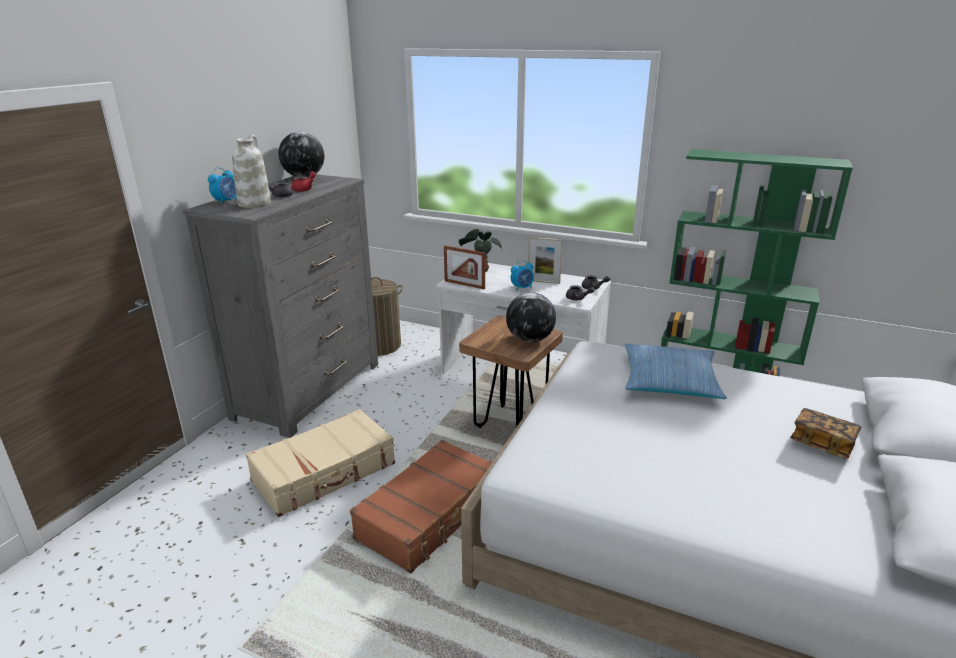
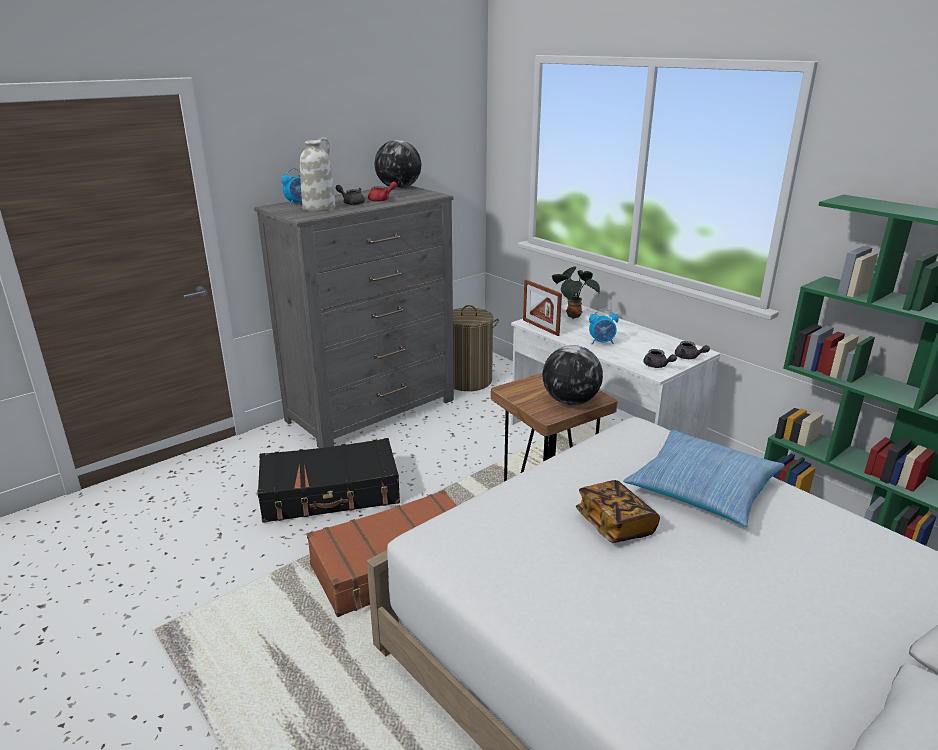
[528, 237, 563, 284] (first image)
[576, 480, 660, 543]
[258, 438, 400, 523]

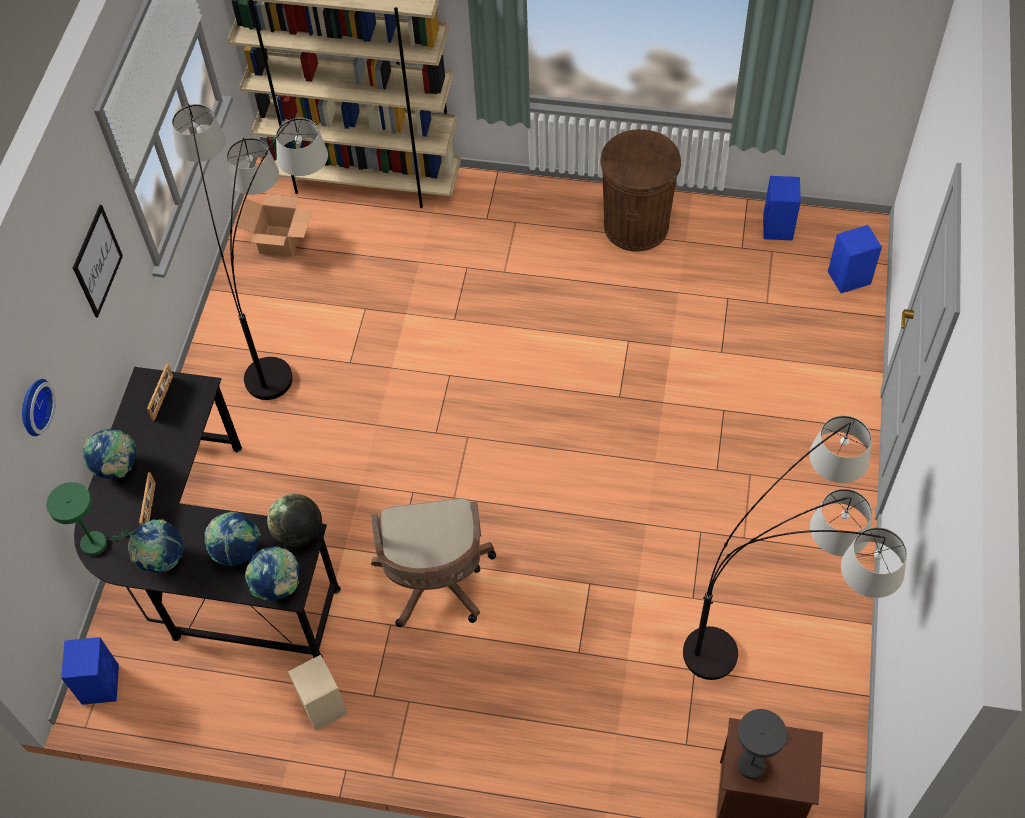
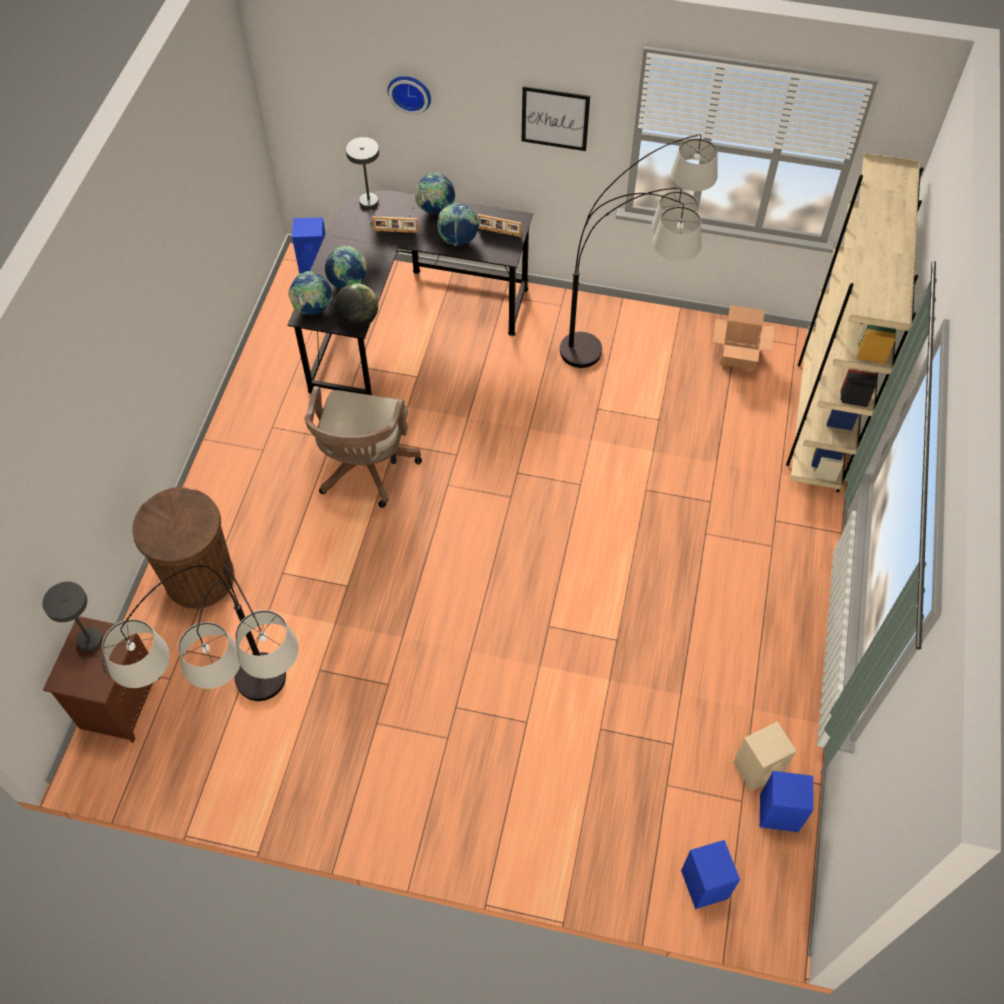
[437, 203, 480, 246]
[733, 722, 797, 791]
[132, 487, 235, 609]
[346, 137, 379, 226]
[304, 386, 422, 508]

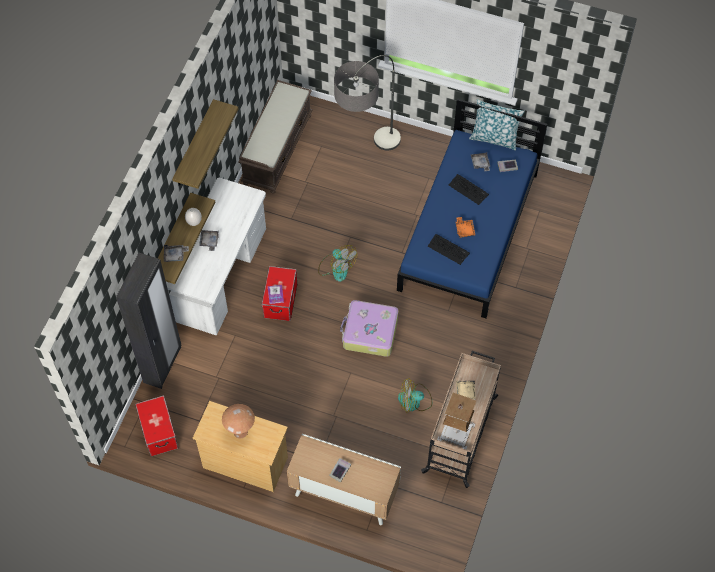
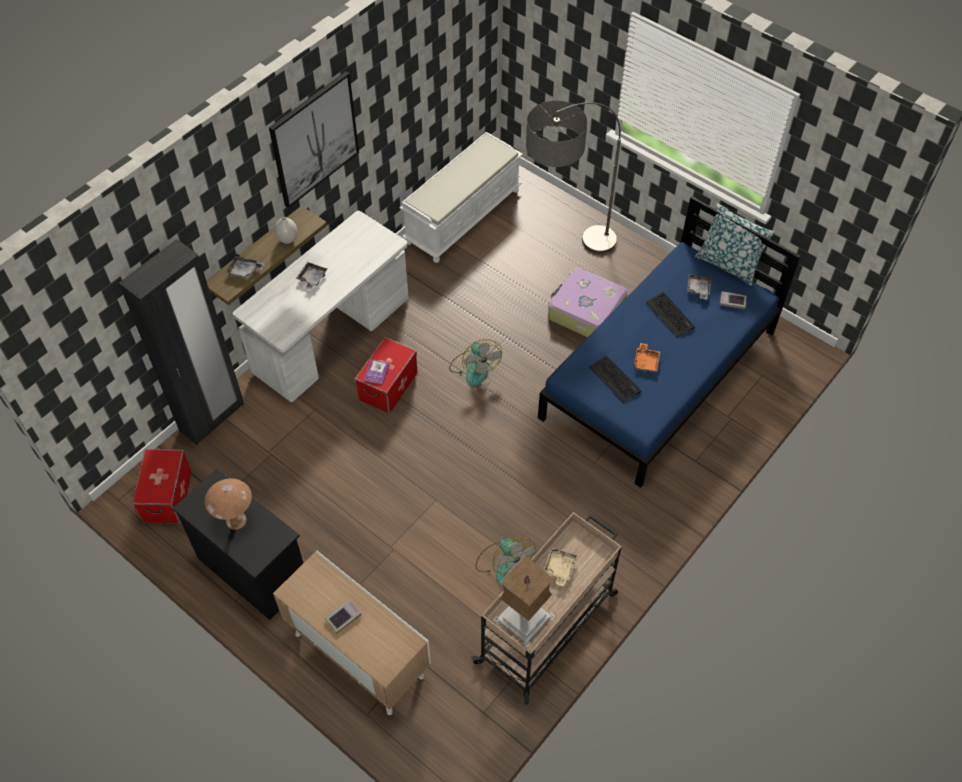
[548, 268, 627, 337]
[269, 71, 359, 208]
[172, 468, 303, 620]
[400, 132, 523, 263]
[475, 537, 536, 586]

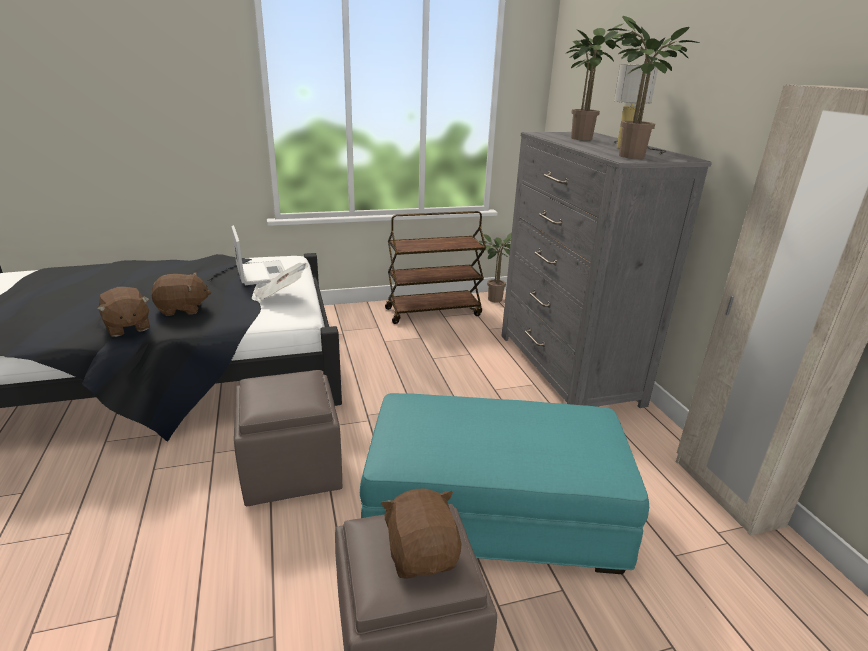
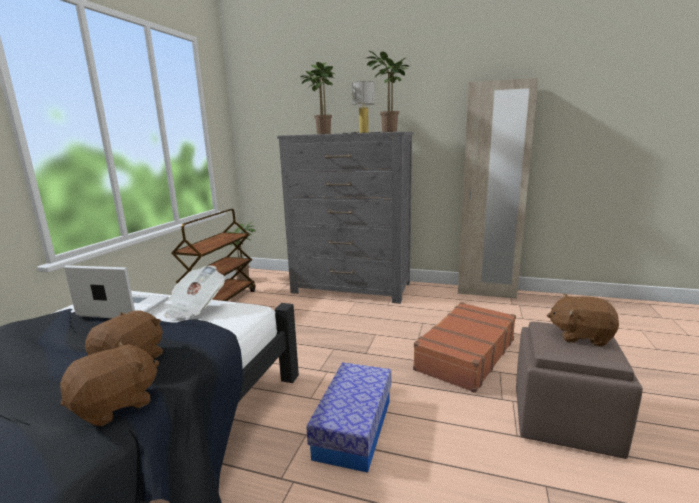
[306, 362, 391, 473]
[413, 302, 516, 393]
[60, 342, 159, 426]

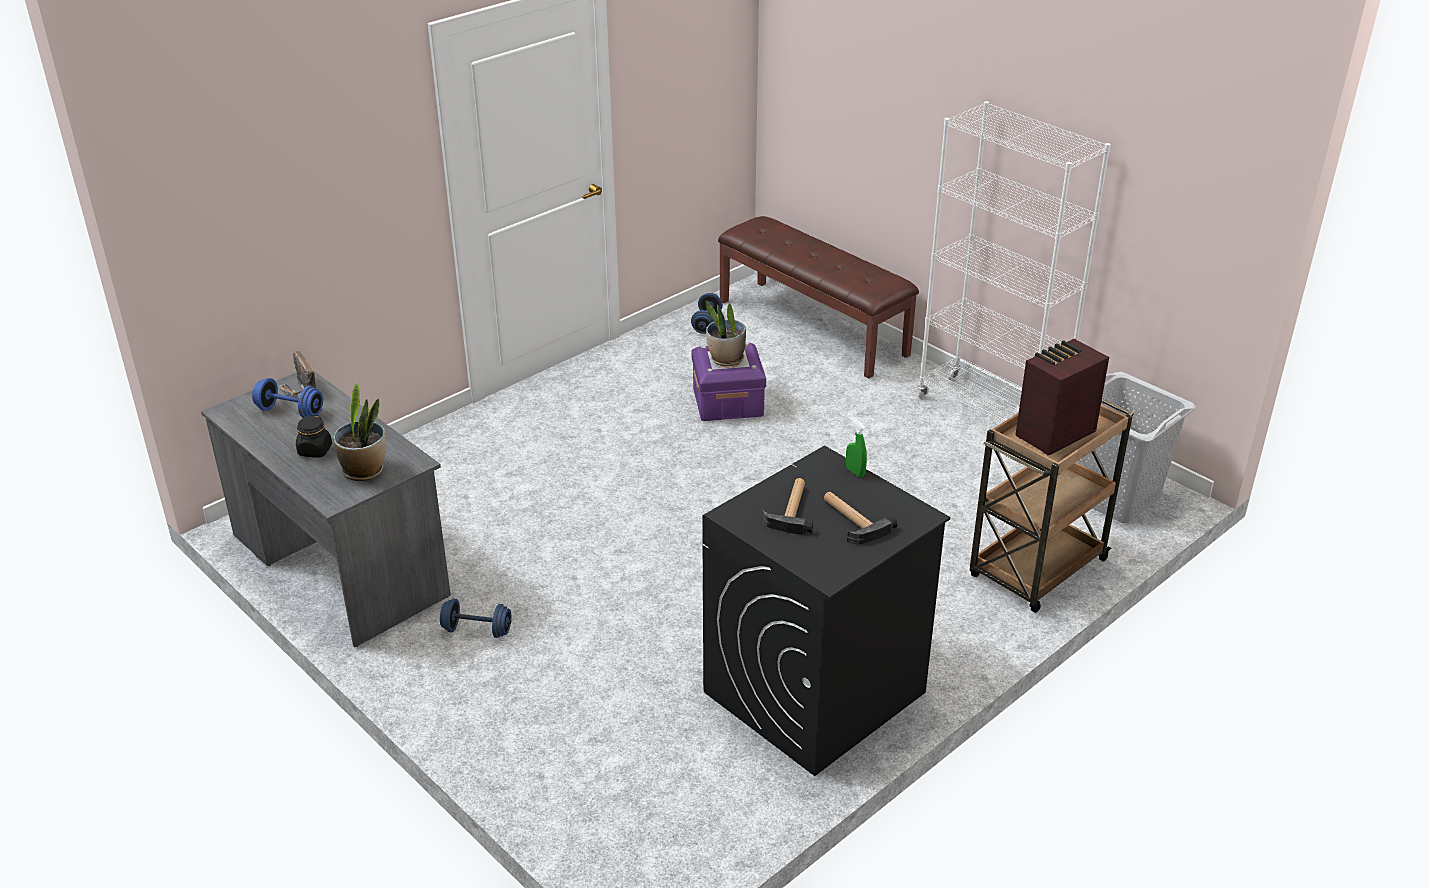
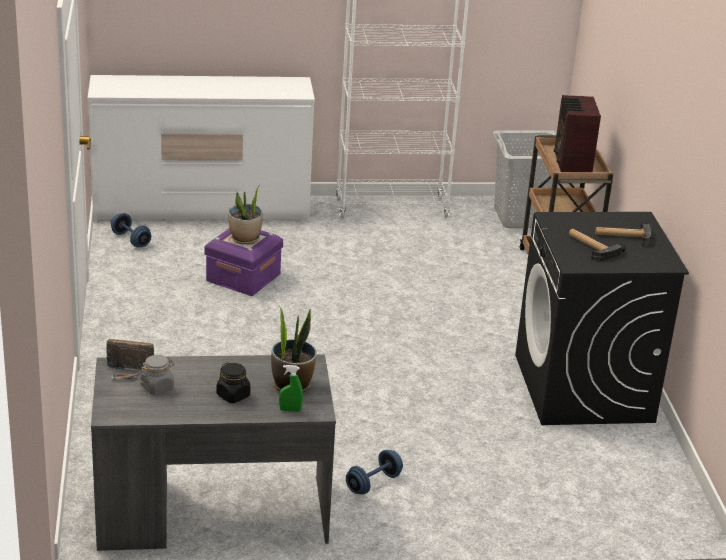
[279, 365, 303, 412]
[140, 355, 175, 395]
[88, 75, 315, 222]

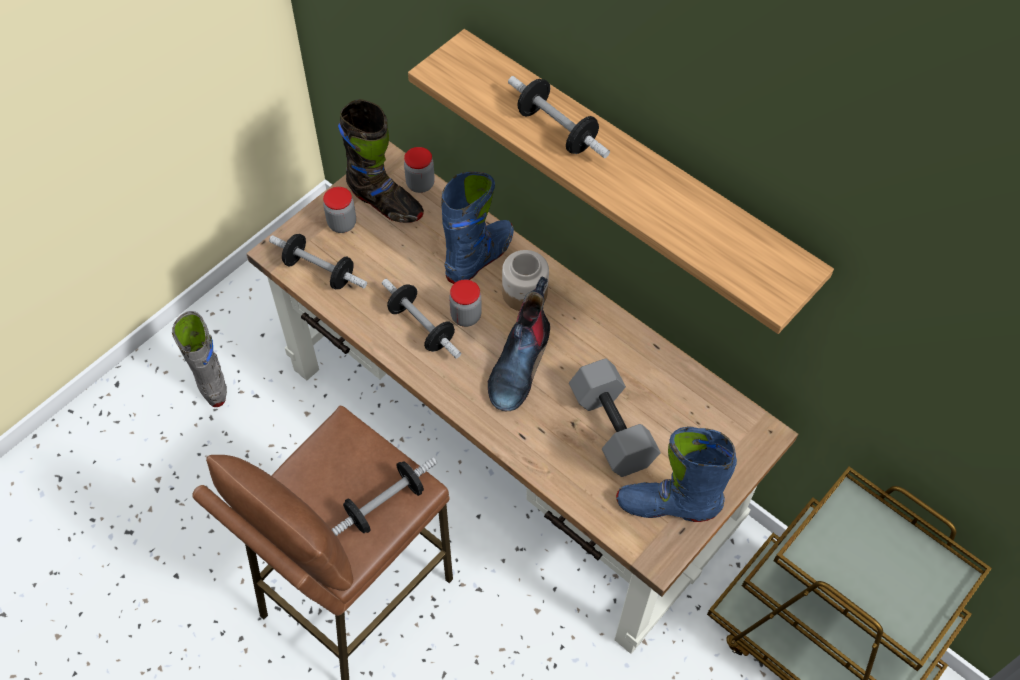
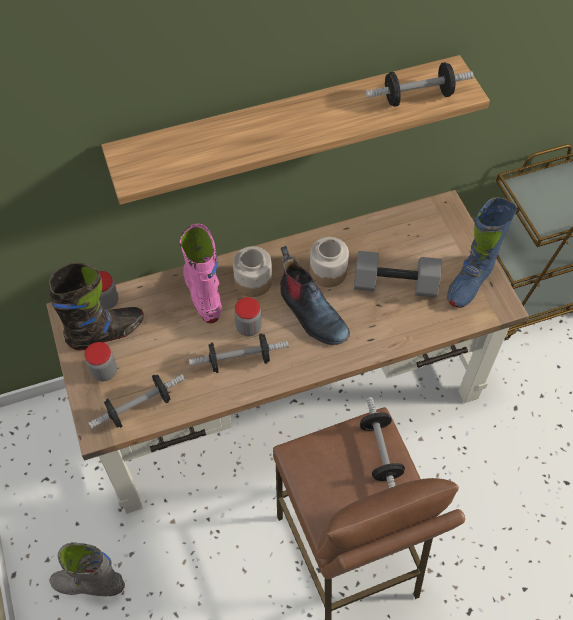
[310, 237, 349, 287]
[366, 62, 473, 107]
[180, 223, 222, 323]

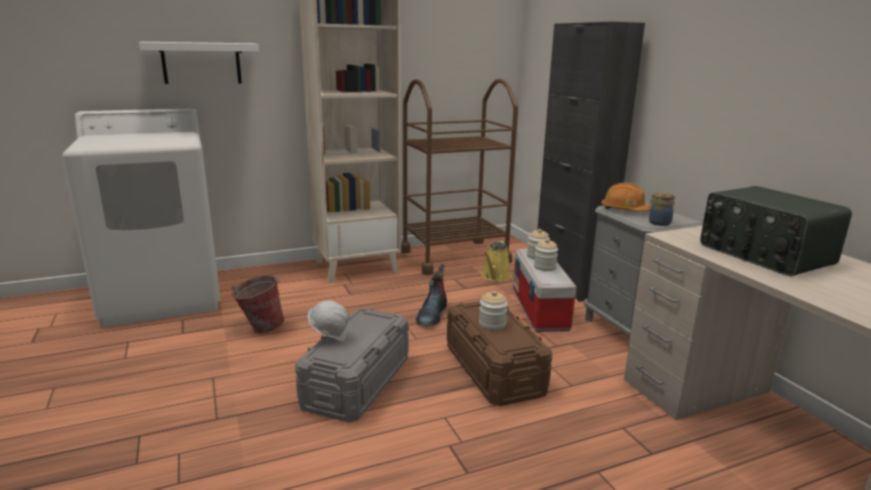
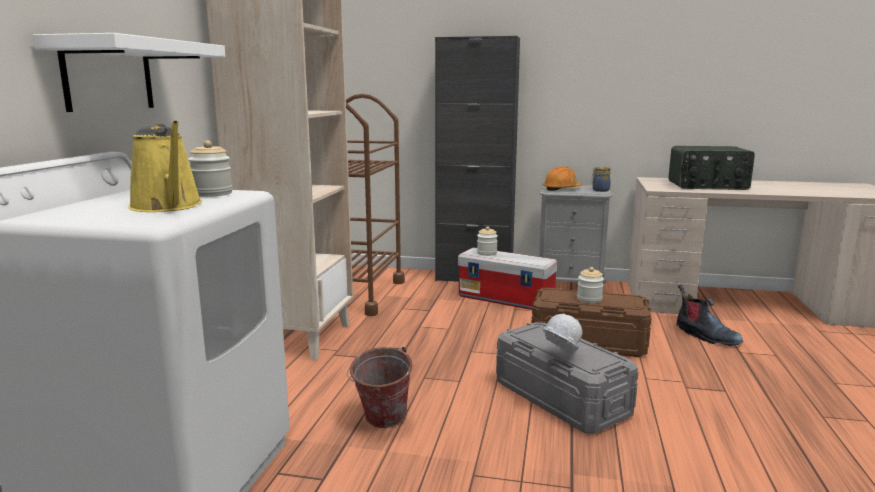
[676, 285, 743, 346]
[128, 120, 202, 212]
[188, 140, 232, 197]

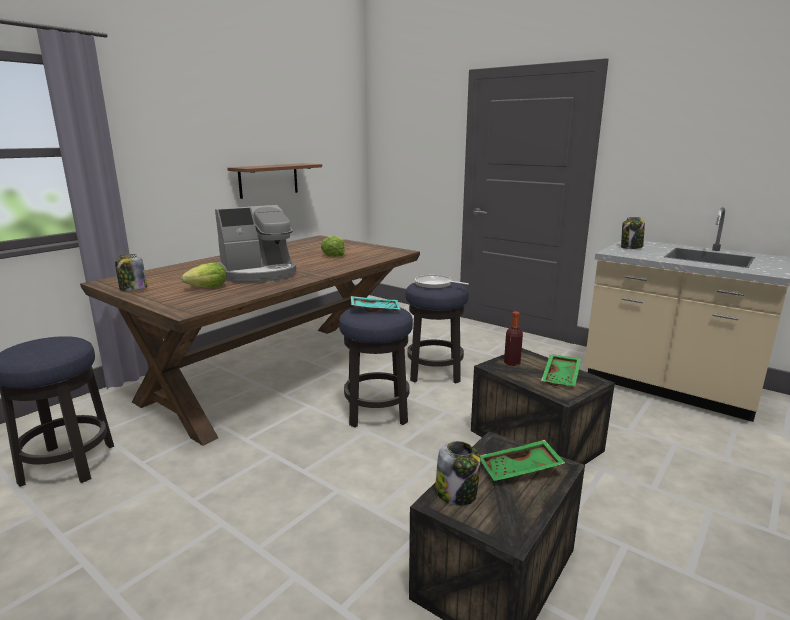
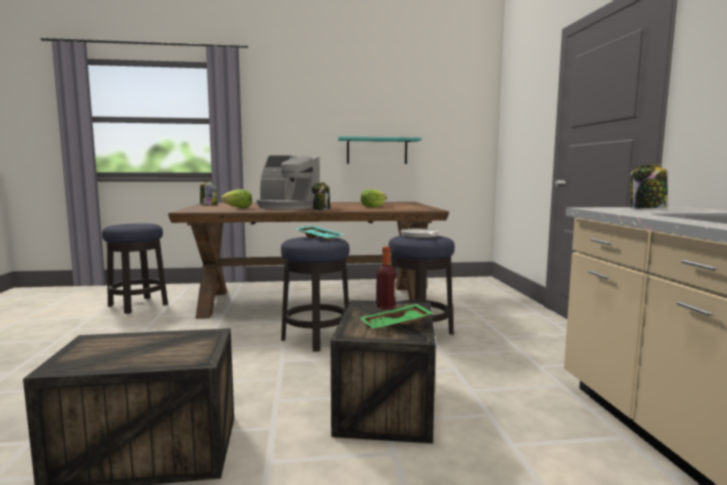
[480, 440, 565, 481] (first image)
[312, 182, 330, 210]
[338, 137, 422, 164]

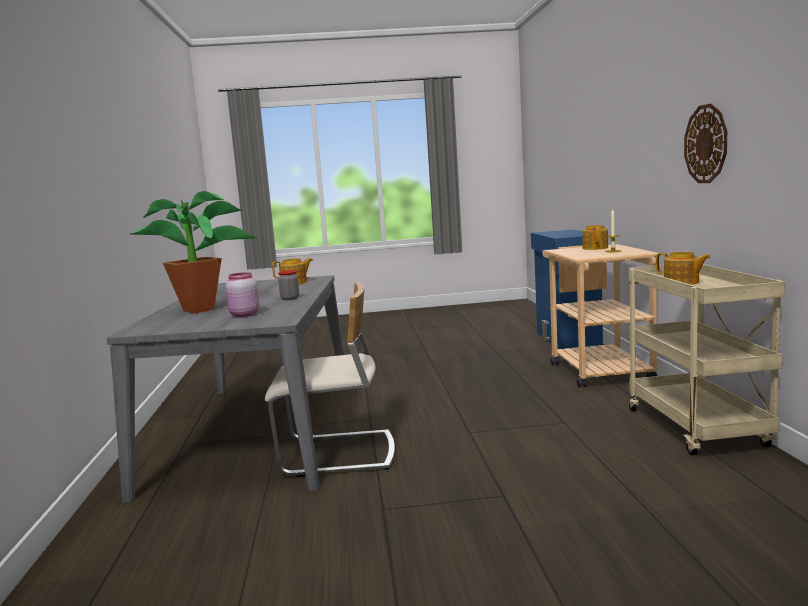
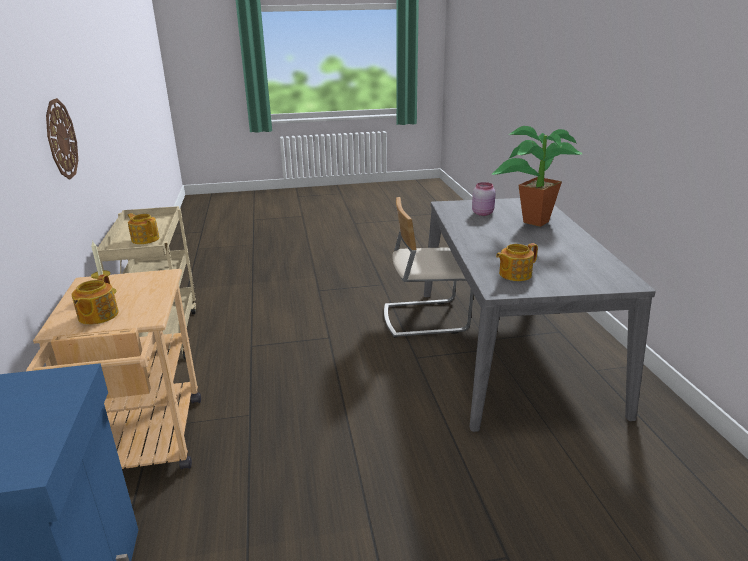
[278, 270, 299, 300] (first image)

